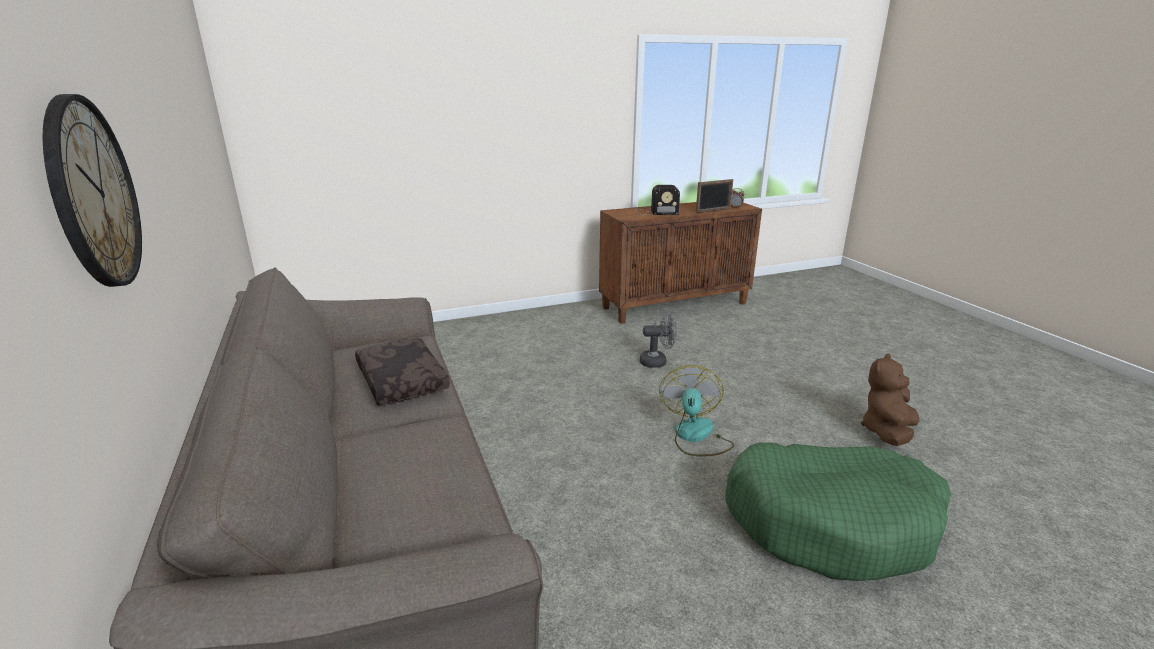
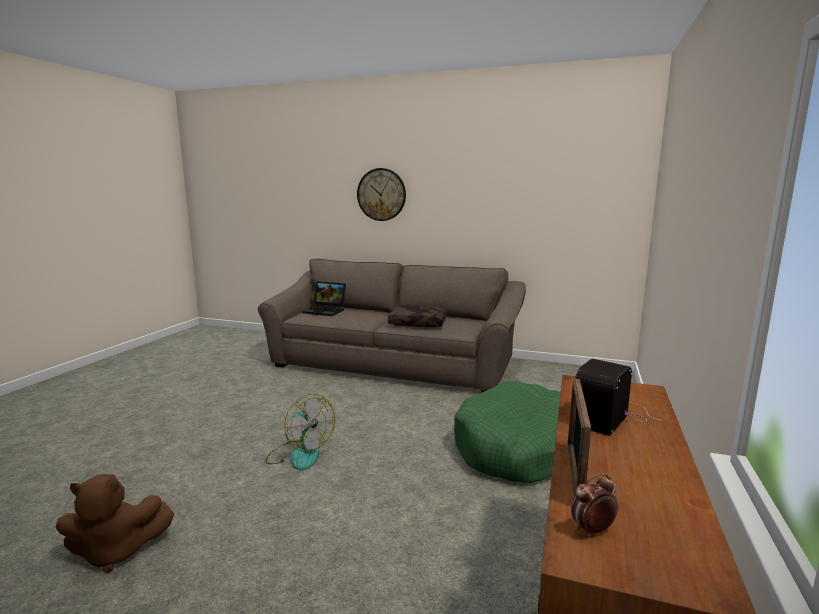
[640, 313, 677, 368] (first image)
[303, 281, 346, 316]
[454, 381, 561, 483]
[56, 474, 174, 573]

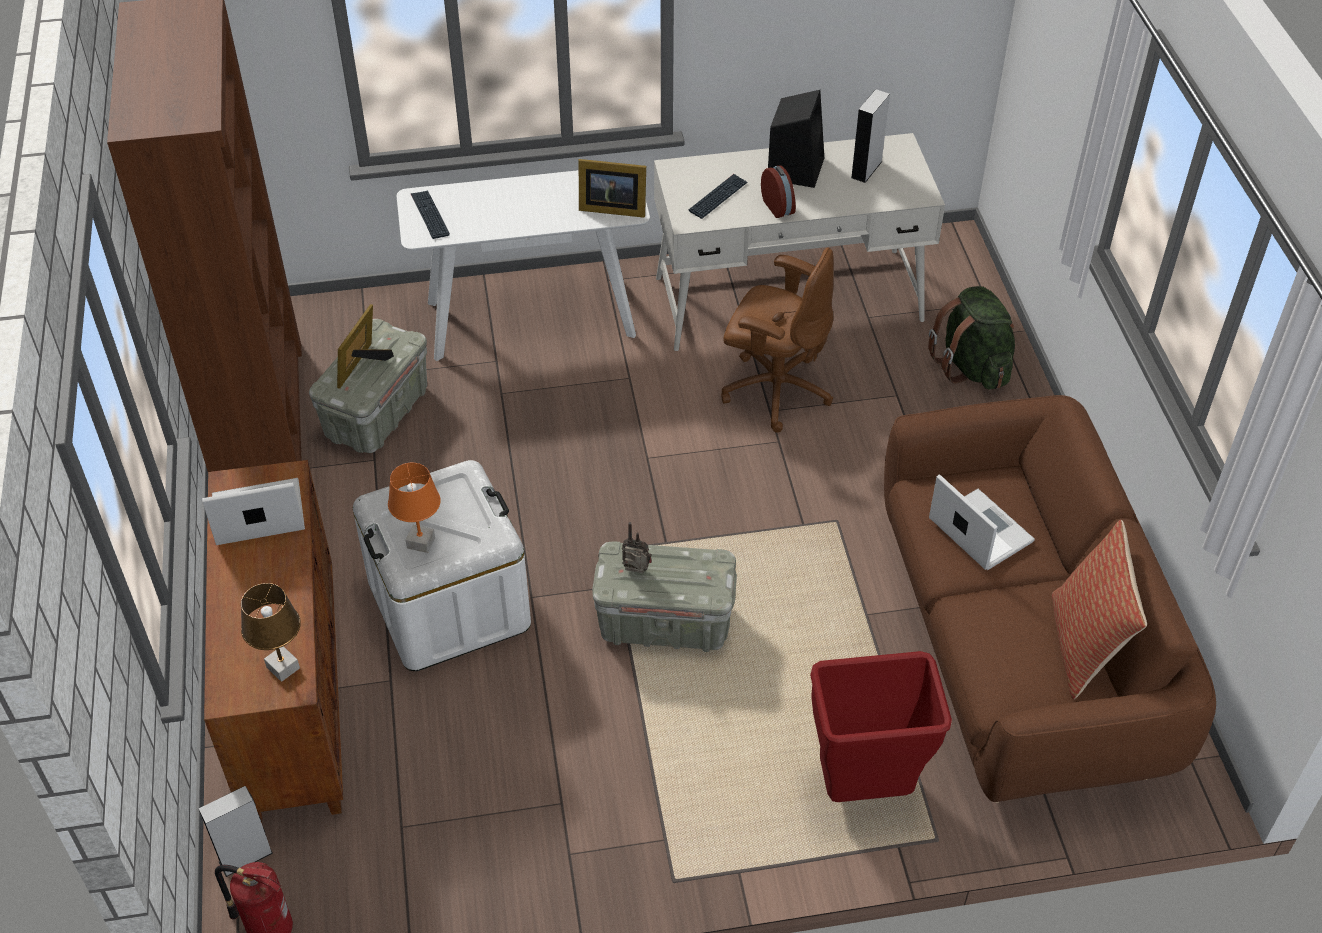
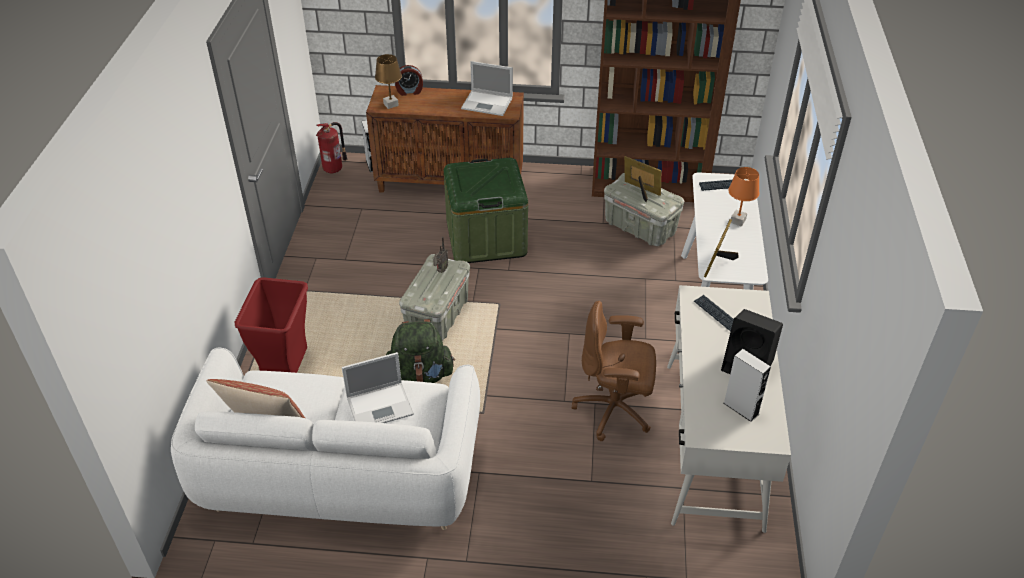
[728, 167, 760, 227]
[395, 65, 423, 96]
[386, 319, 455, 383]
[444, 157, 528, 263]
[171, 348, 480, 530]
[461, 61, 513, 116]
[572, 301, 656, 441]

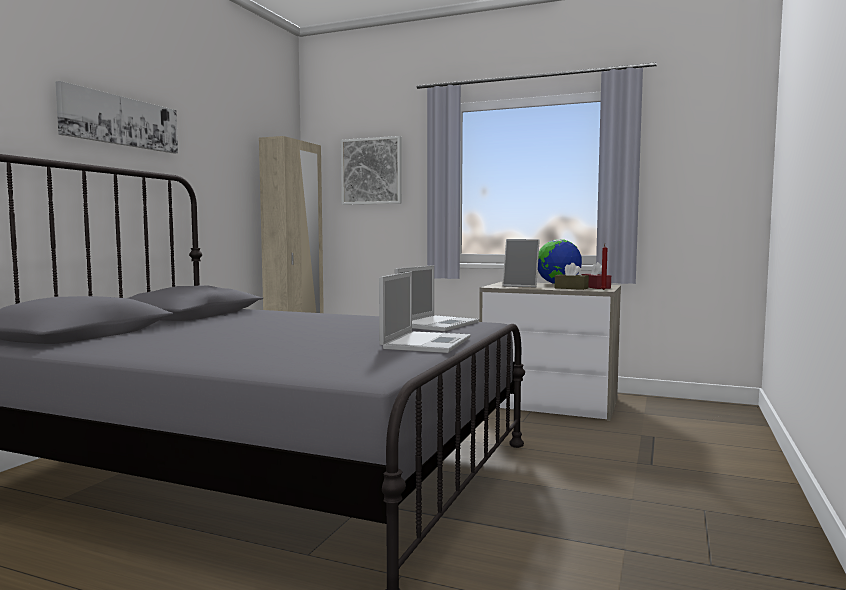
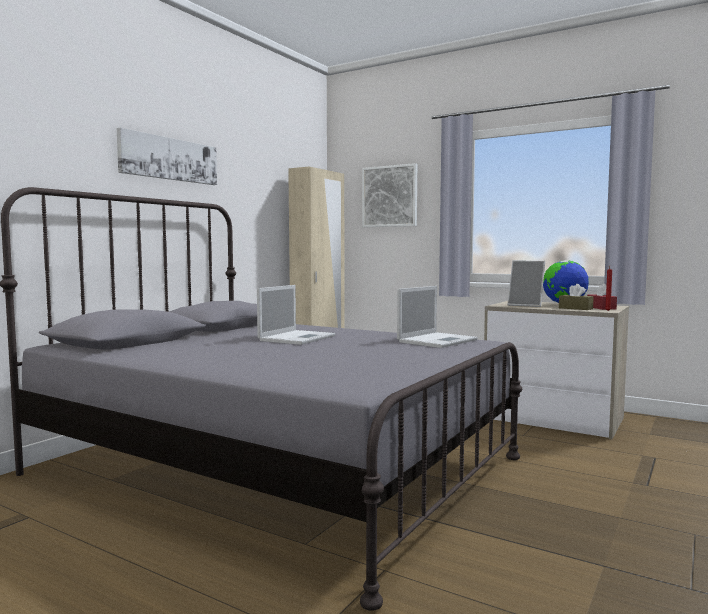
[257, 285, 335, 345]

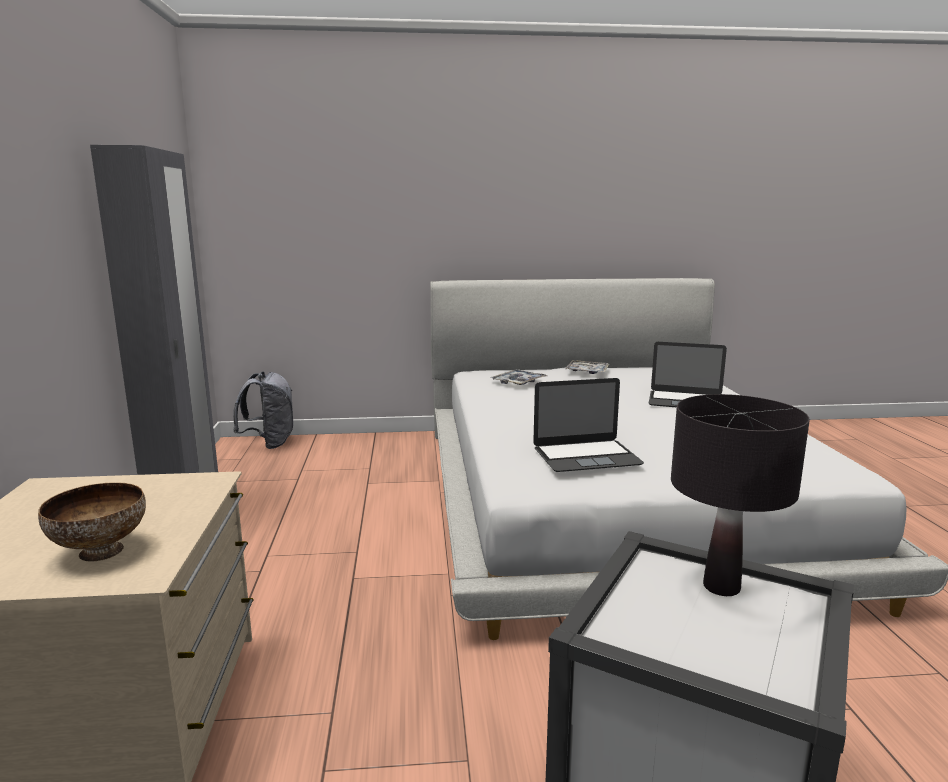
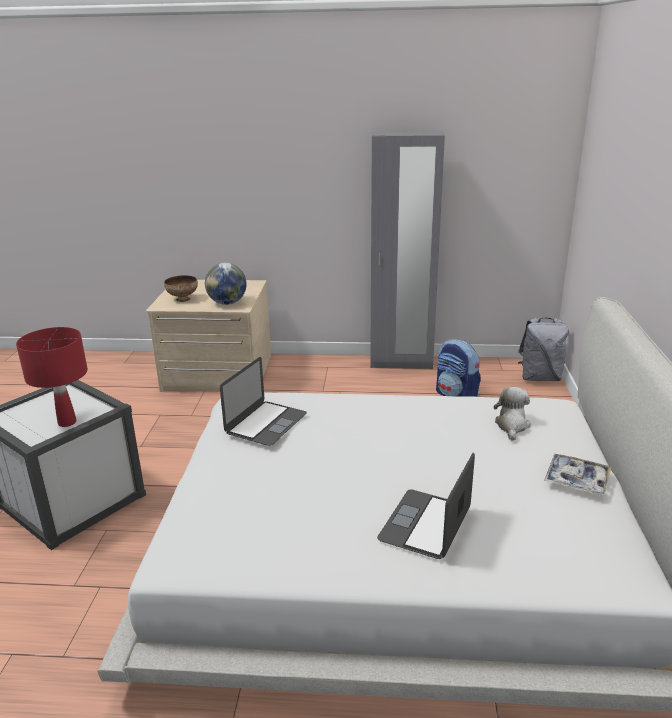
[205, 263, 247, 305]
[436, 339, 481, 397]
[494, 387, 531, 441]
[16, 327, 88, 427]
[220, 357, 307, 446]

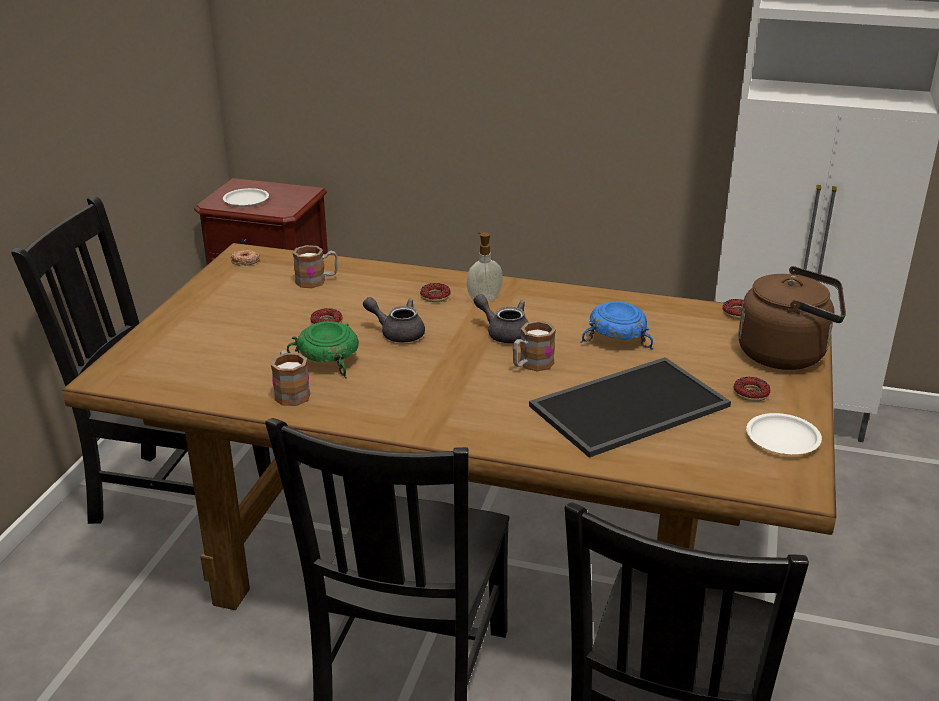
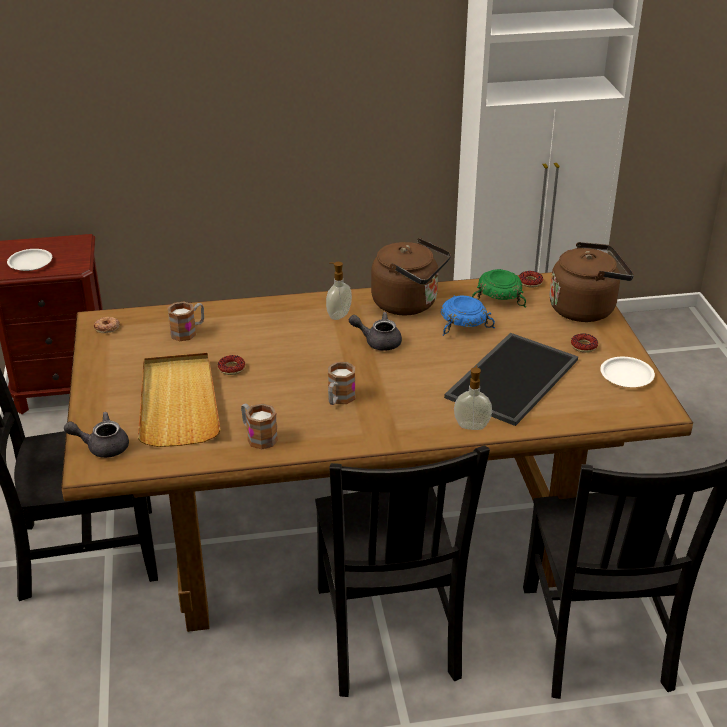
[420, 283, 451, 302] (first image)
[138, 353, 221, 447]
[371, 238, 451, 315]
[454, 365, 492, 430]
[472, 269, 526, 308]
[64, 412, 129, 458]
[328, 362, 356, 405]

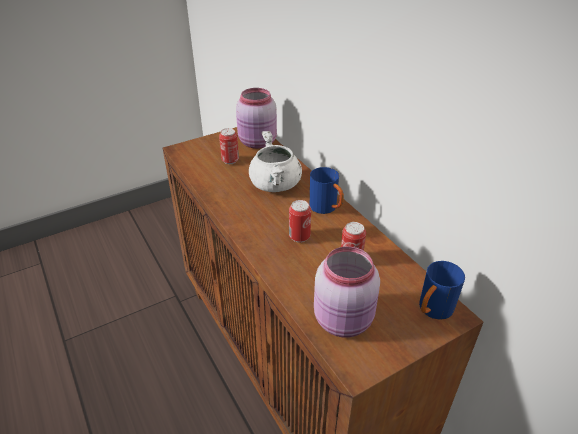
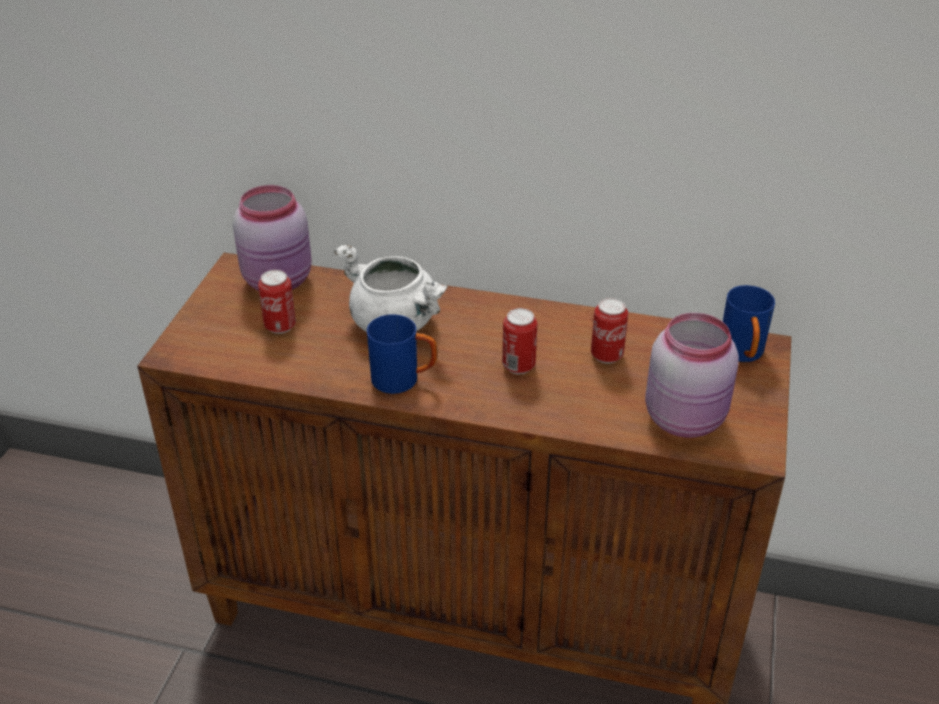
[367, 314, 438, 394]

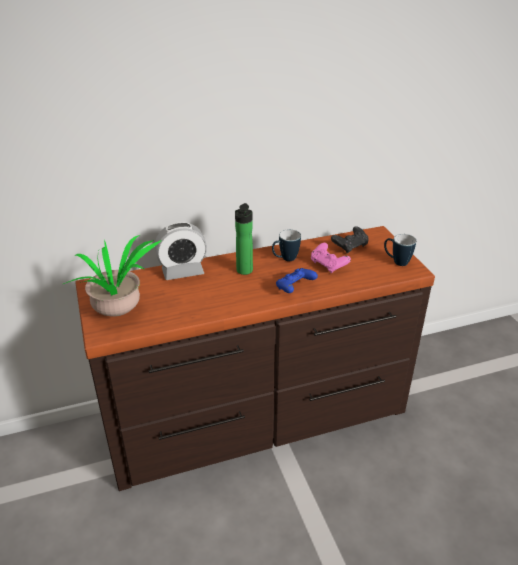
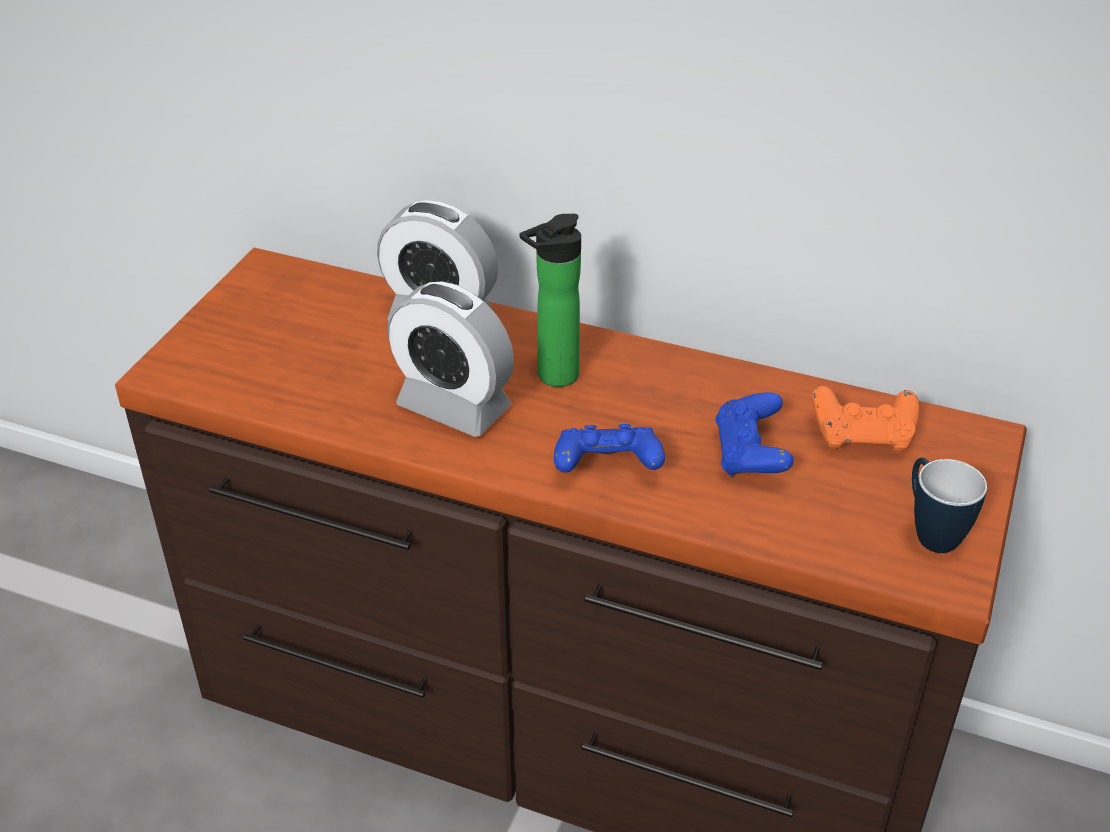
[63, 235, 162, 317] (first image)
[272, 229, 301, 261] (first image)
[388, 281, 514, 437]
[715, 392, 794, 477]
[812, 386, 919, 452]

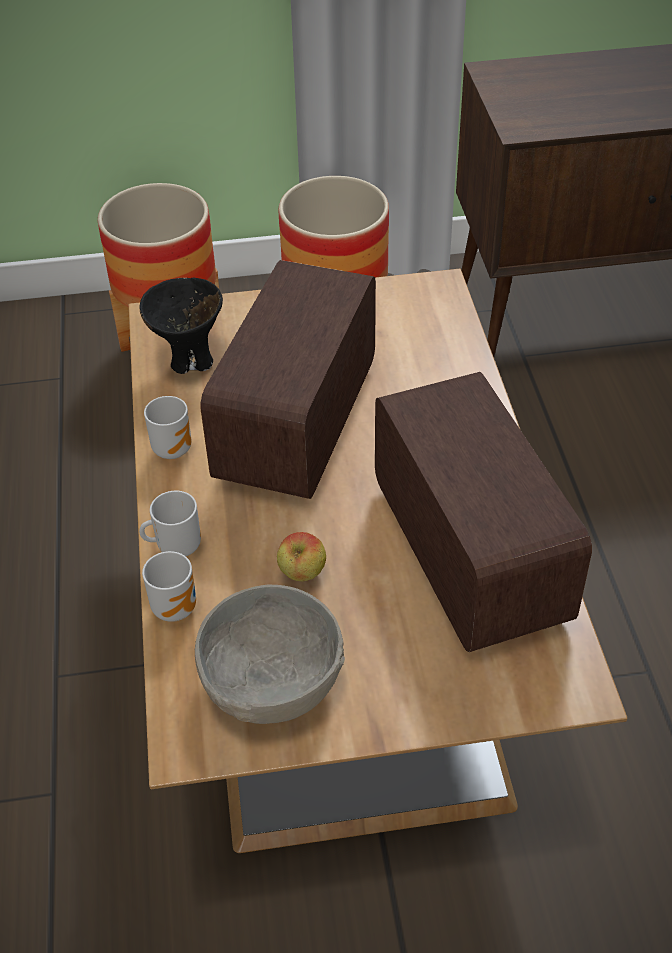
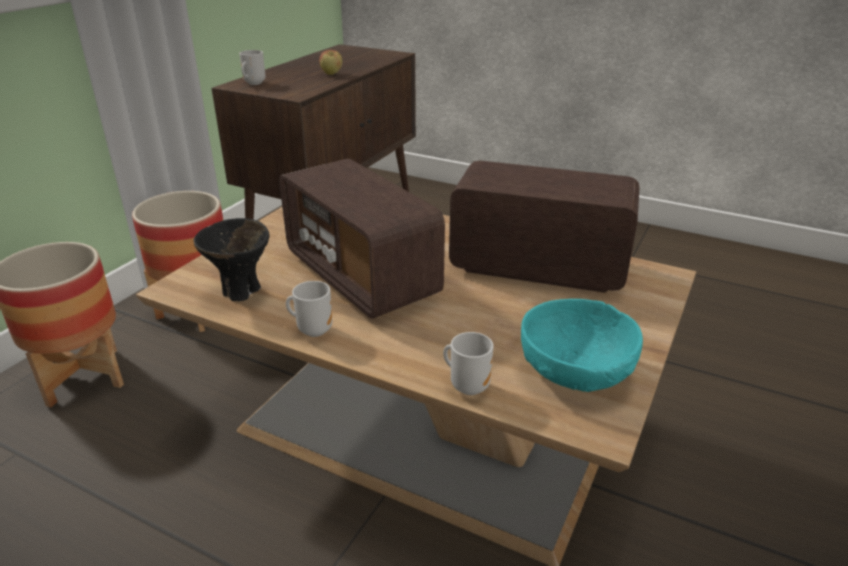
[239, 50, 265, 85]
[319, 50, 342, 75]
[521, 299, 643, 392]

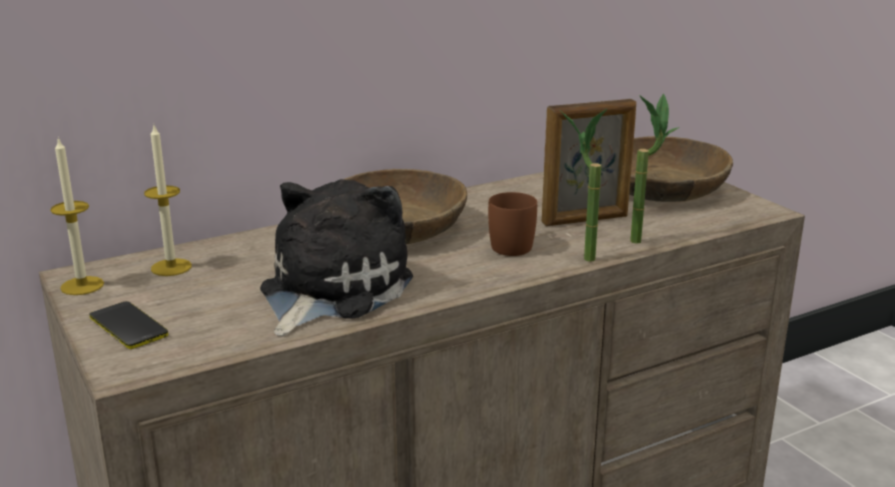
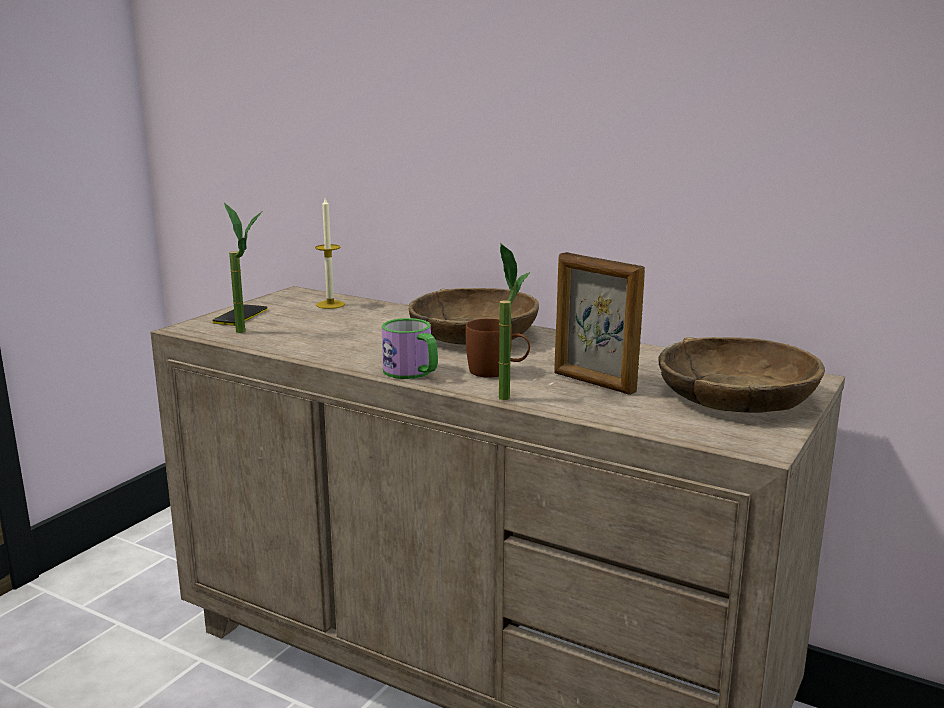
[50, 137, 104, 295] (first image)
[260, 179, 413, 337] (first image)
[382, 318, 438, 379]
[224, 203, 262, 333]

